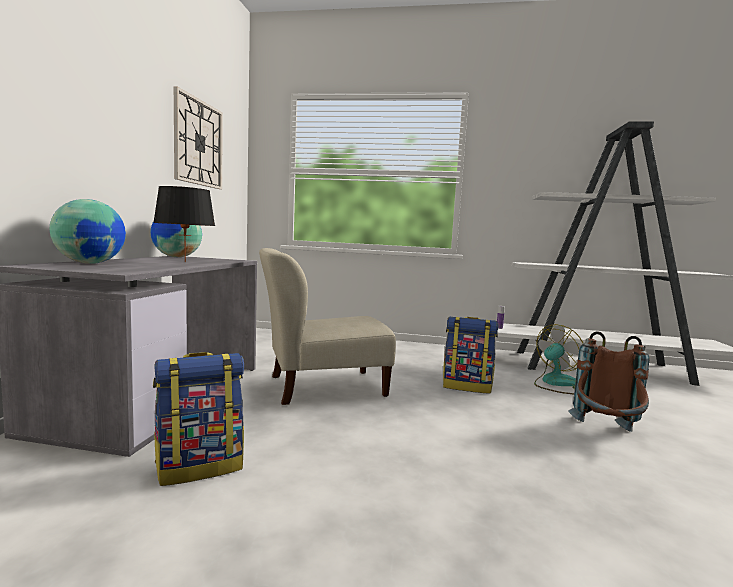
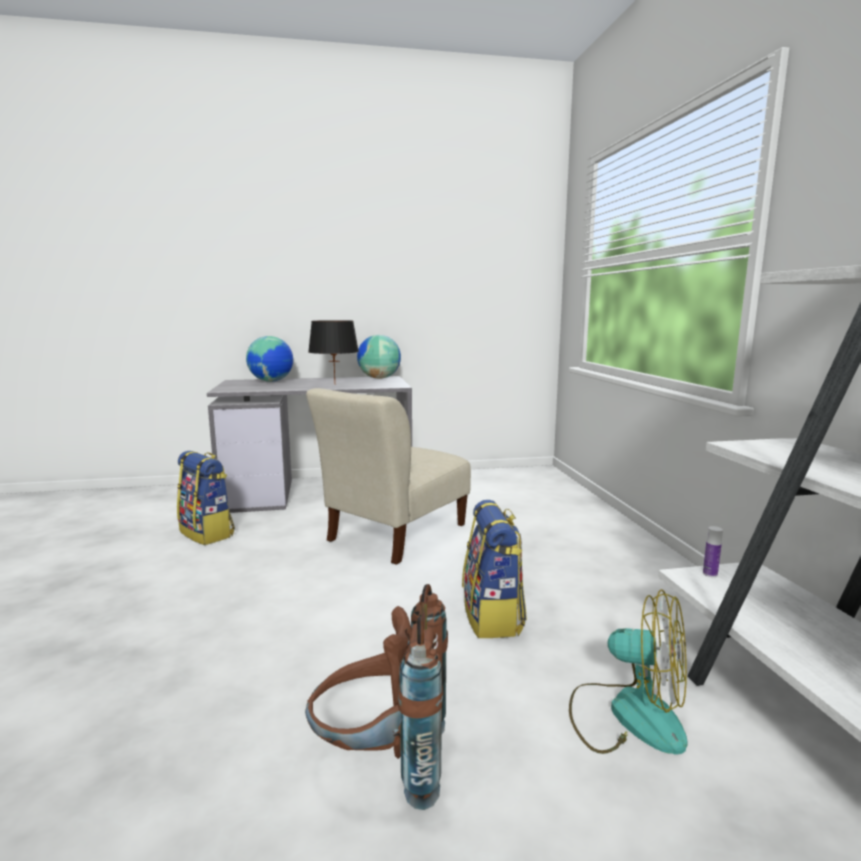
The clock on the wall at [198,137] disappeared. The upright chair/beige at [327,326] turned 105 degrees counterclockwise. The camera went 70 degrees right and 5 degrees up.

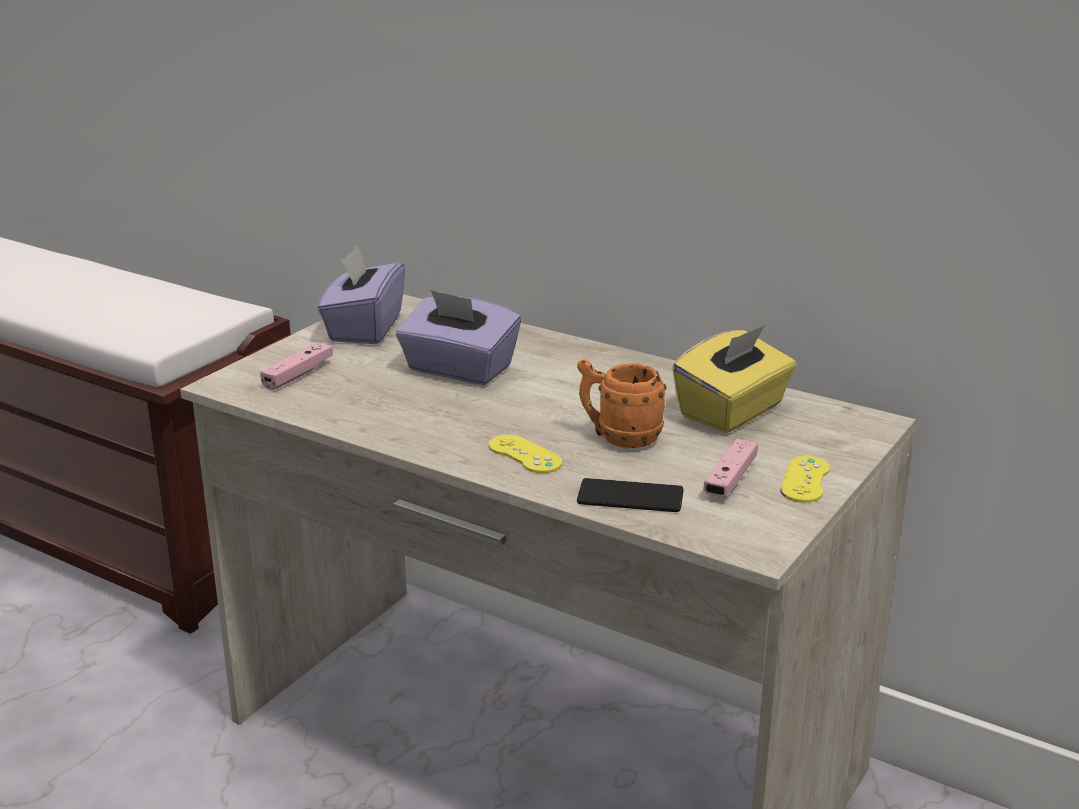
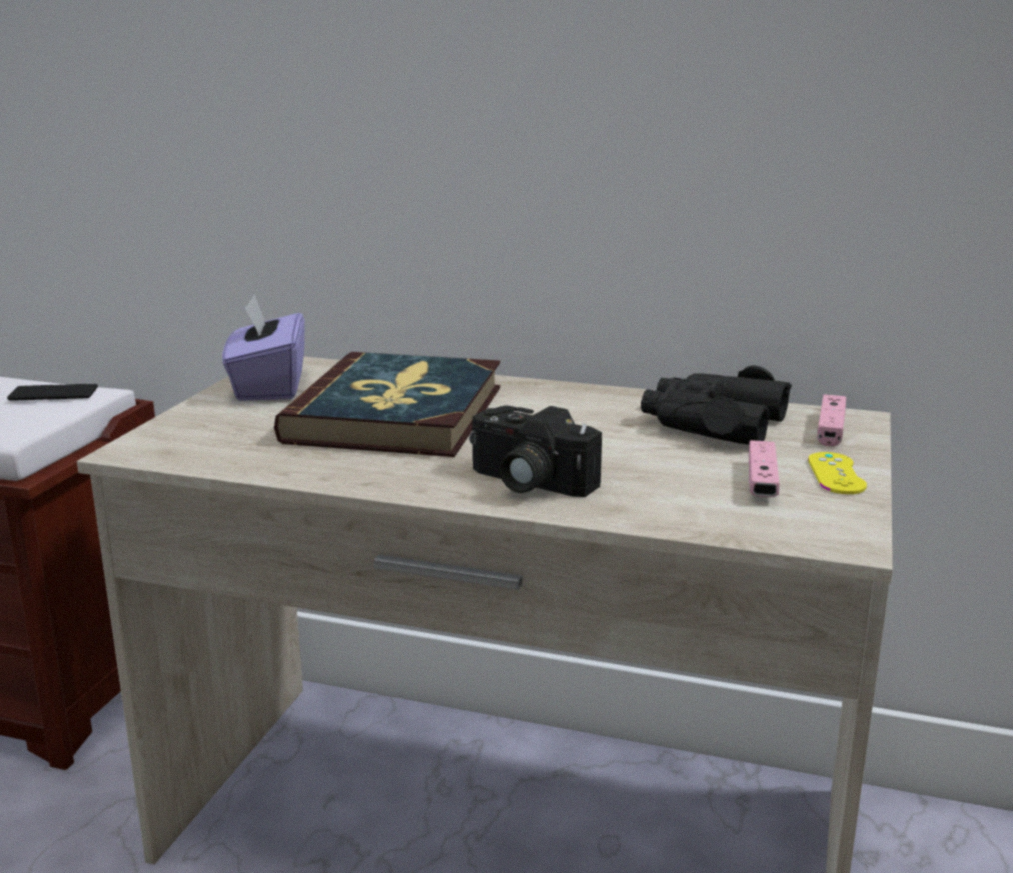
The tissue box/purple at [458,337] was replaced by the volume at [387,404]. The tissue box/yellow-coloured at [734,379] was replaced by the binoculars/black at [716,405]. The gamepad/pinkish moved from [296,366] to [831,420]. The mug/orange at [622,403] disappeared. The gamepad/yellow-coloured at [526,454] was replaced by the photo camera at [535,451]. The handset moved from [630,495] to [52,392]. The camera went 15 degrees left and 5 degrees down.

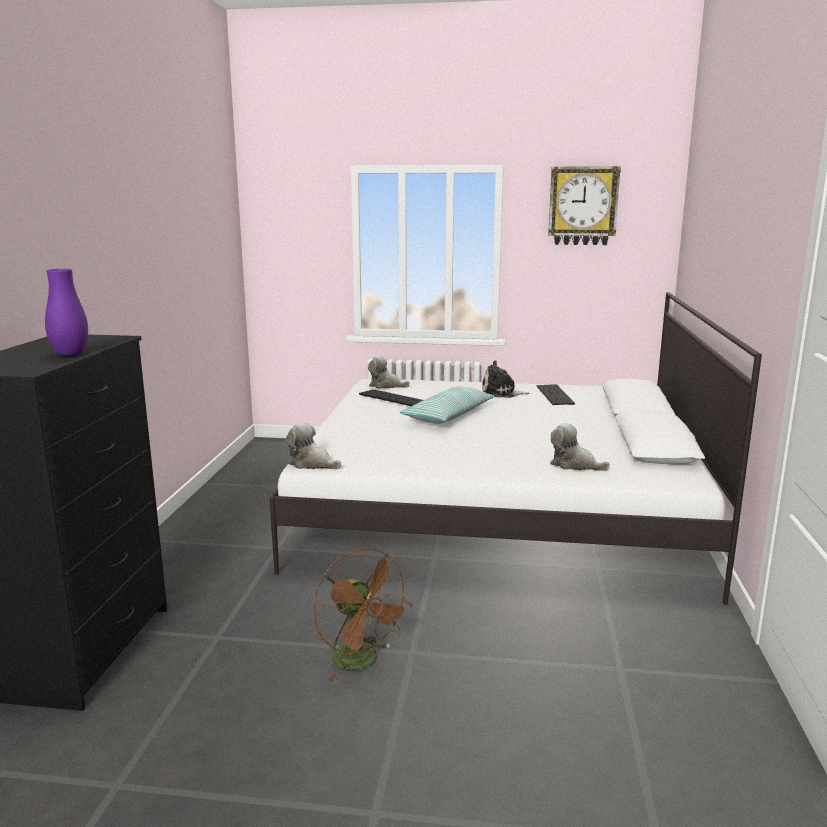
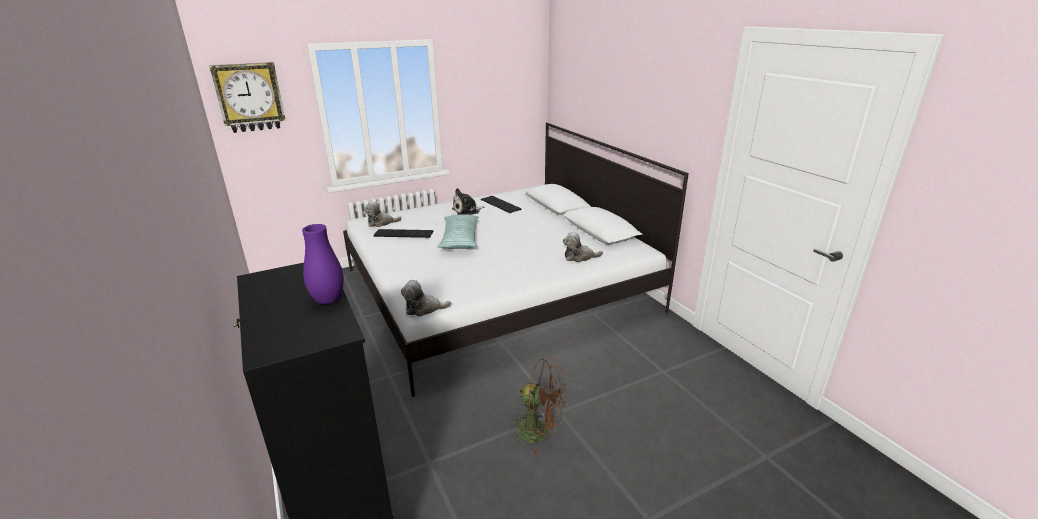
The clock on the wall moved from [584,205] to [247,97]. The camera went 35 degrees left and 10 degrees up.

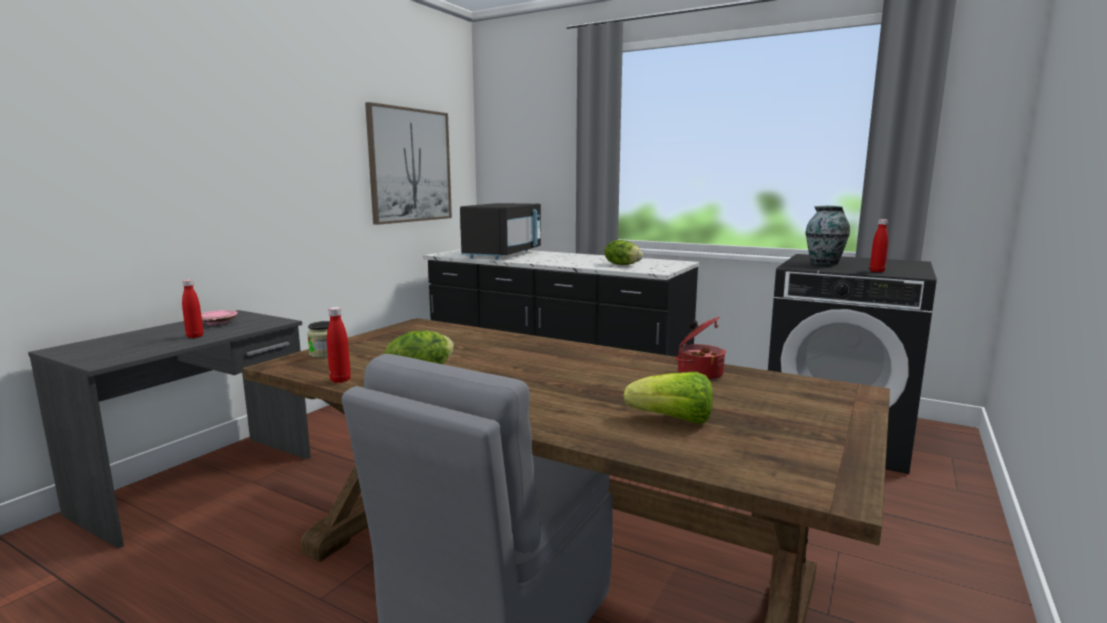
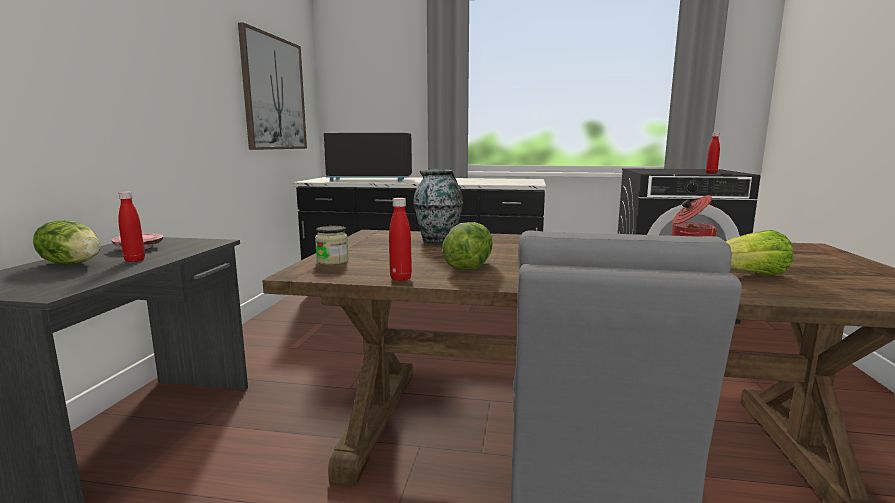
The microwave/black at [500,231] turned 90 degrees counterclockwise. The decorative vase moved from [827,235] to [438,206]. The lettuce head moved from [623,252] to [66,242]. The camera went 20 degrees left and 0 degrees up.

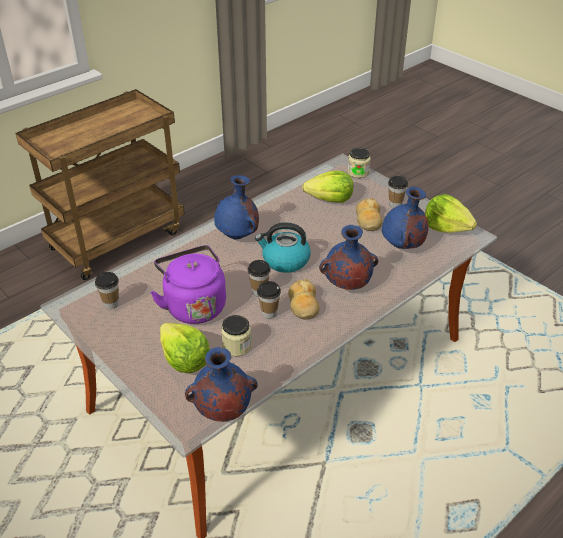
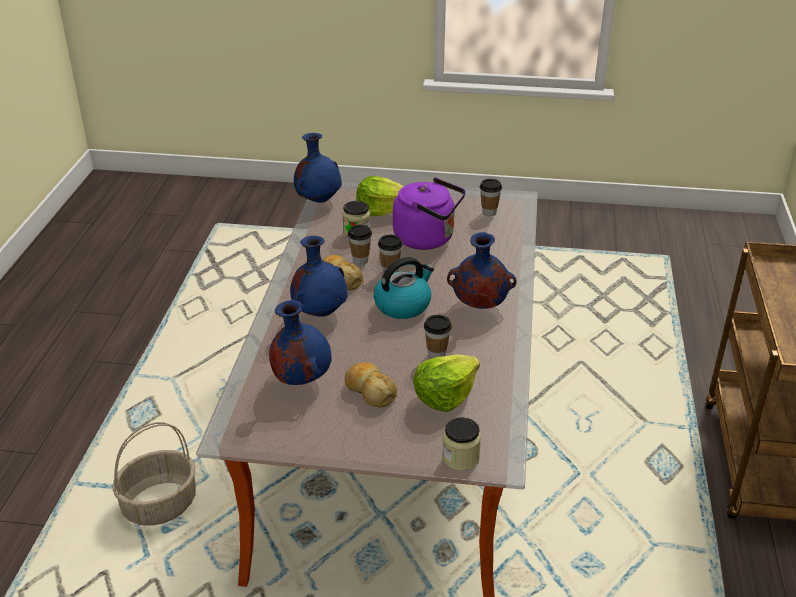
The drinking cup moved from [398,192] to [438,337]. The lettuce head at [451,213] disappeared. The basket at [154,474] appeared. The camera went 140 degrees right and 5 degrees down.

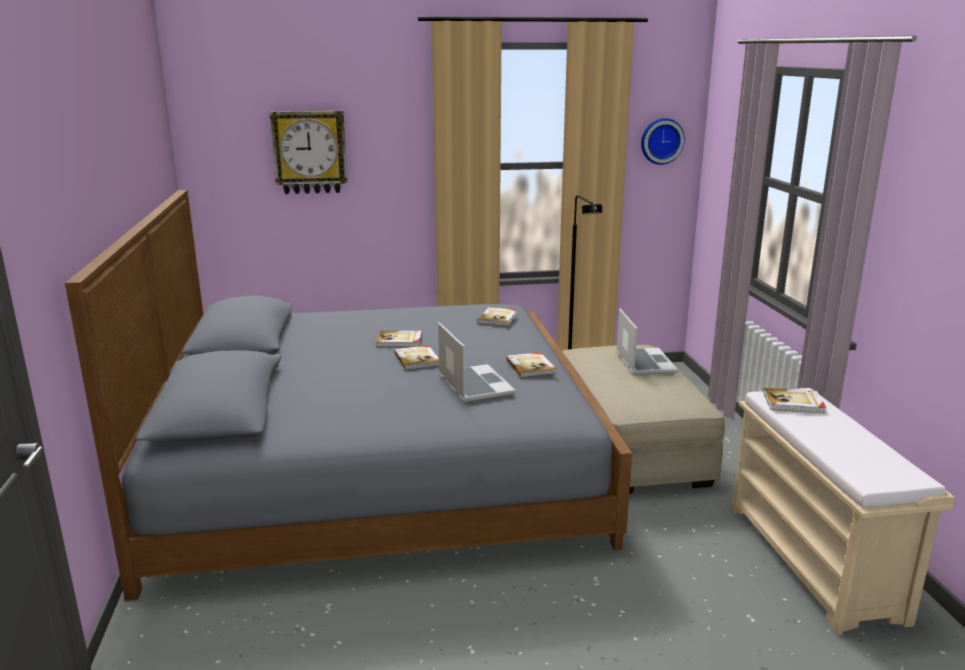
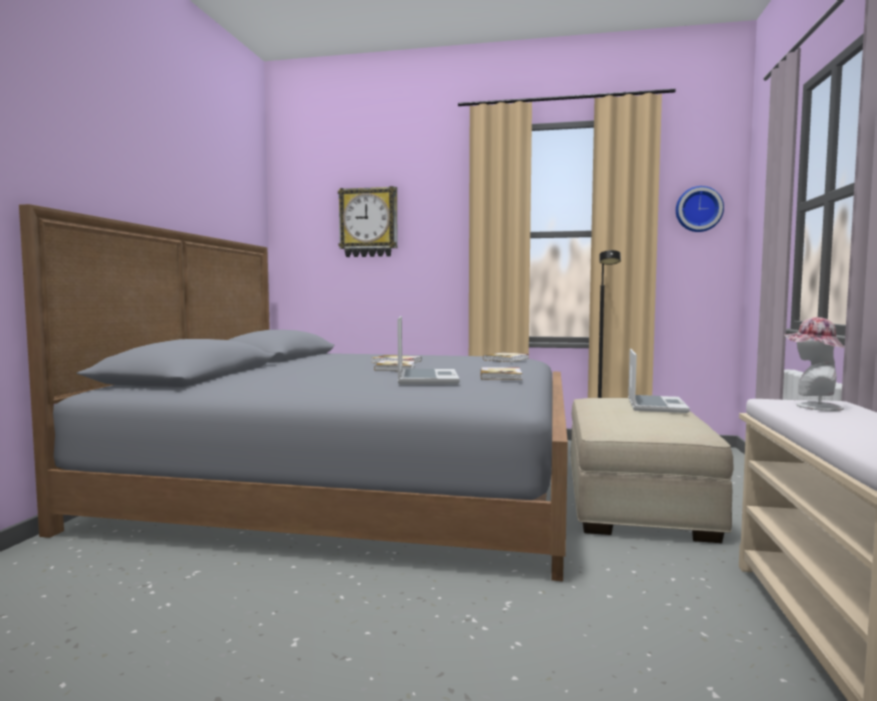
The volume at [795,400] was replaced by the wearable hat at [814,364]. The camera went 20 degrees right and 15 degrees down.

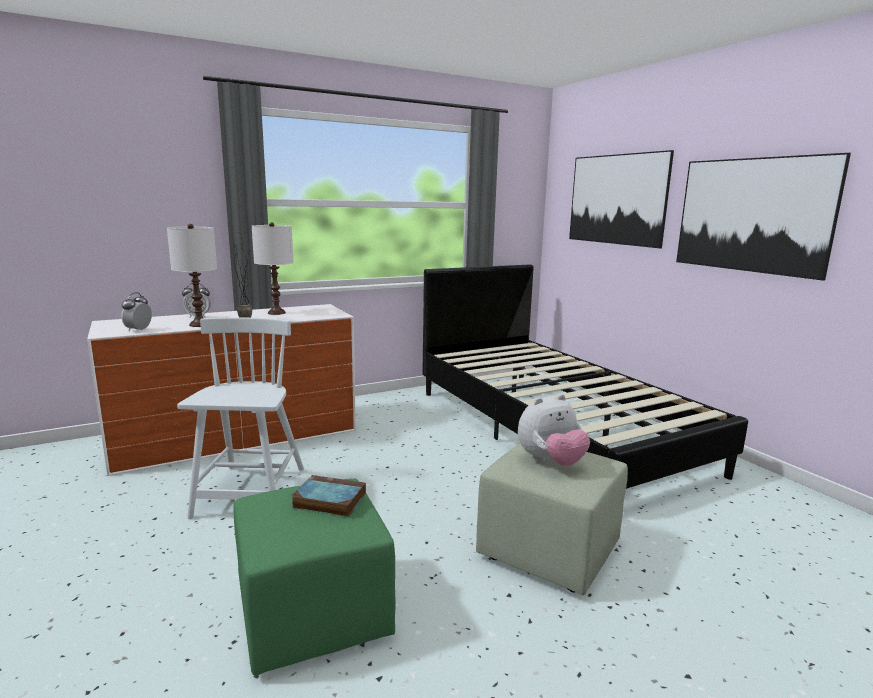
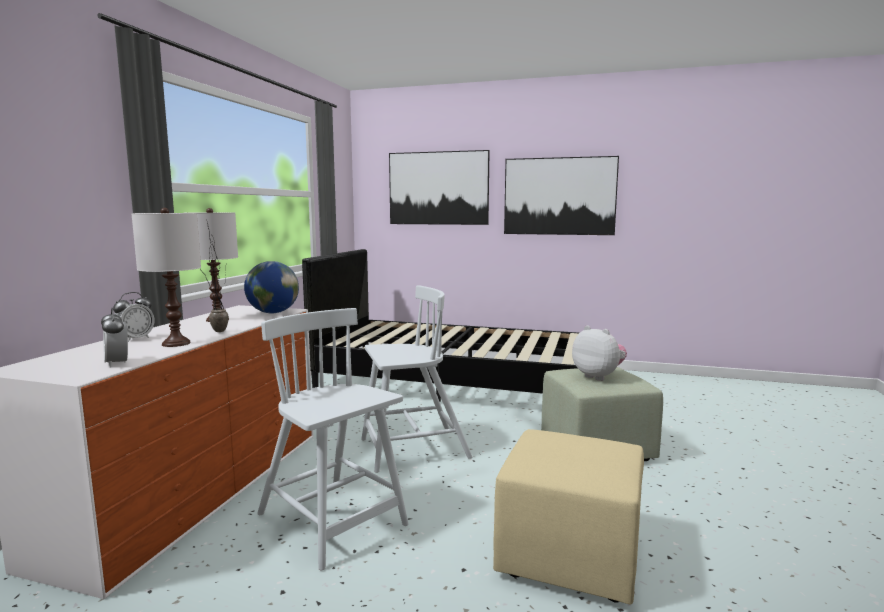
The cuddly toy at [554,430] turned 60 degrees counterclockwise. The volume at [329,496] disappeared. The ottoman/green-coloured at [315,576] became the ottoman/beige at [568,516]. The desk globe at [271,287] appeared. The upright chair/white at [416,379] appeared. The camera went 45 degrees left and 5 degrees down.

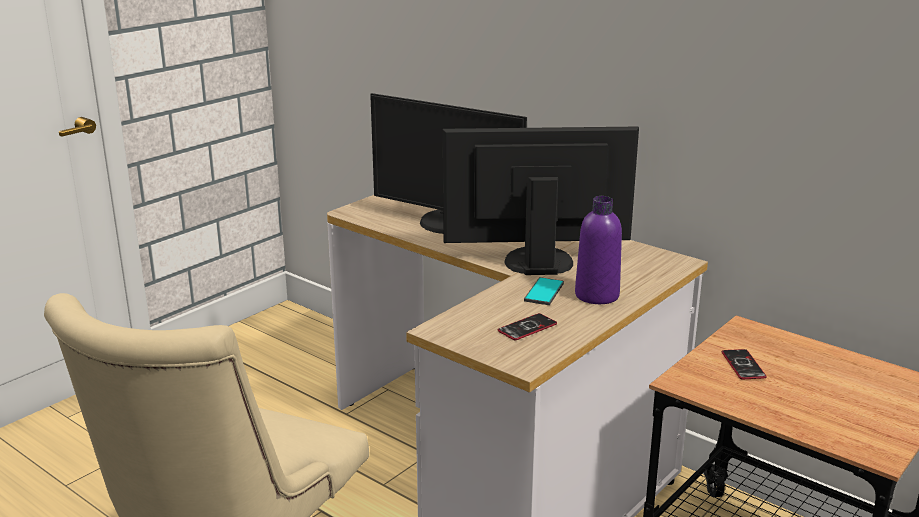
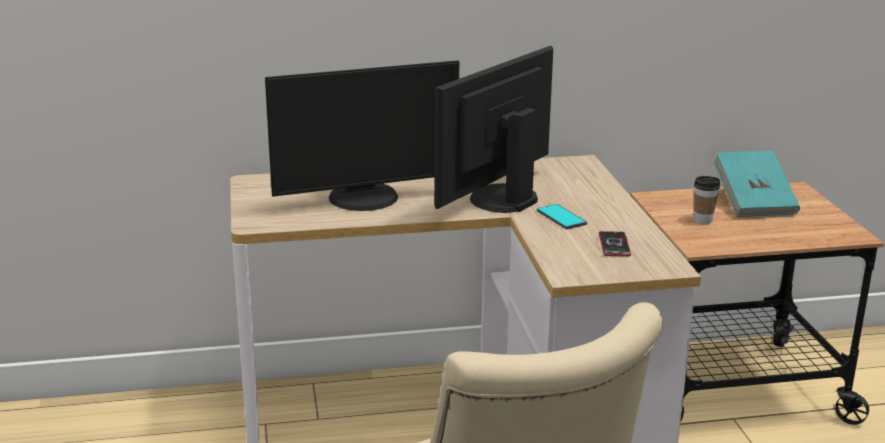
The beverage bottle/purple at [598,250] disappeared. The handset at [744,364] was replaced by the drinking cup at [707,200]. The volume/turquoise at [757,183] appeared. The camera went 50 degrees left and 0 degrees up.

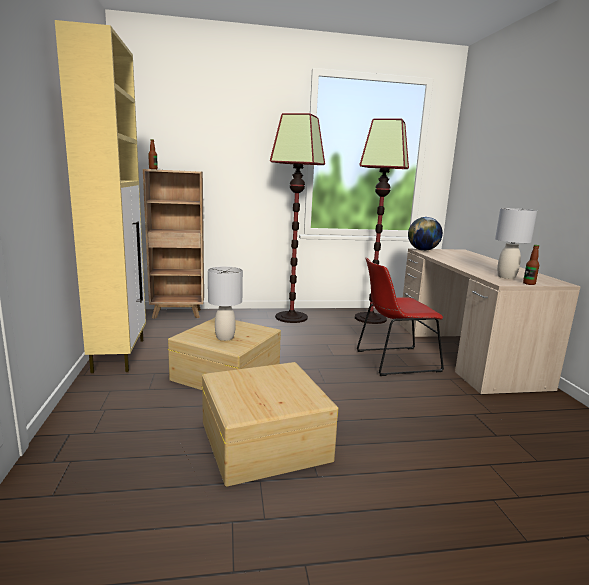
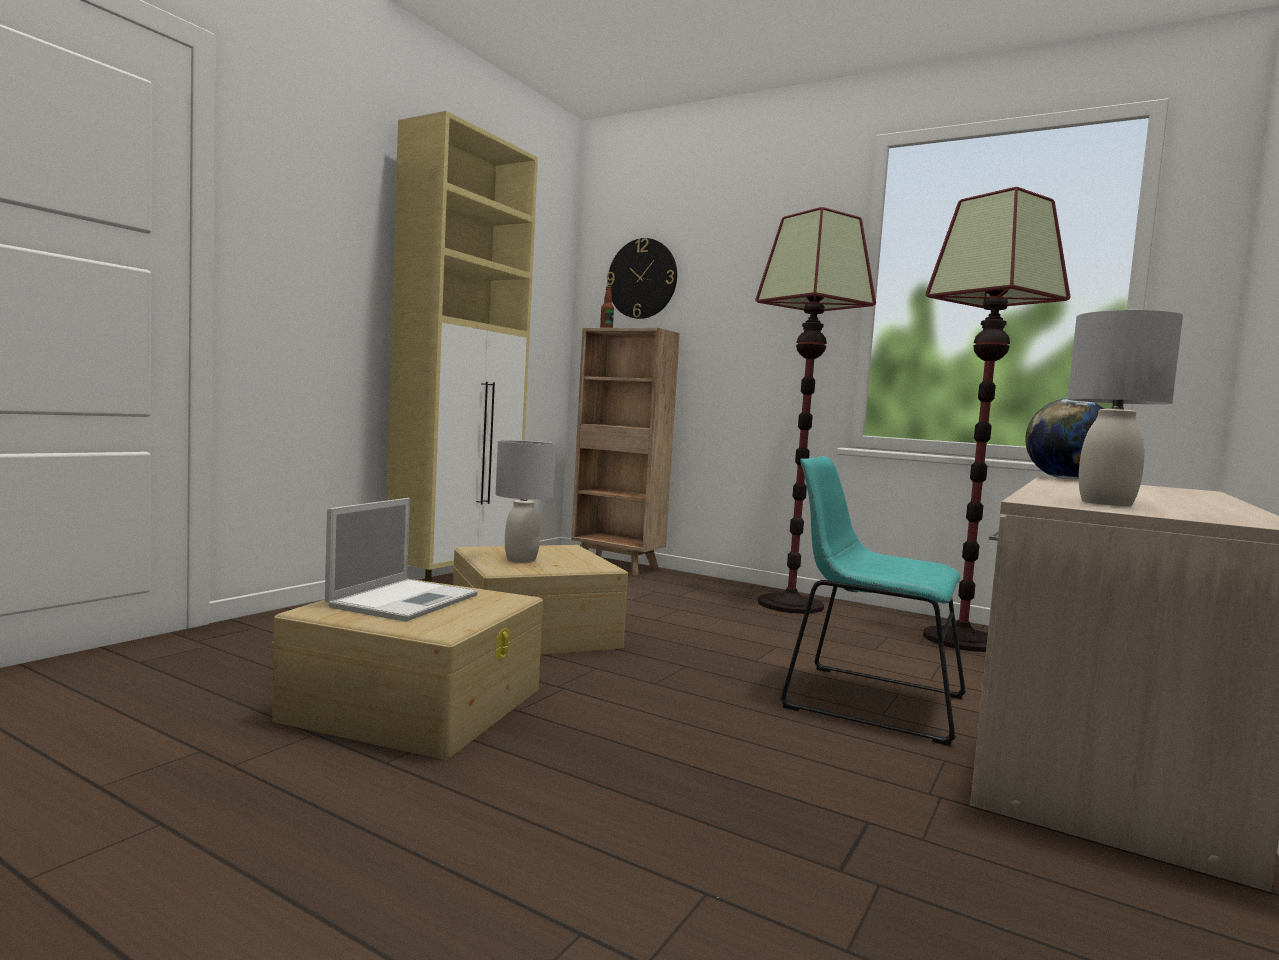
The beverage bottle at [531,265] disappeared. The upright chair/red-coloured at [400,317] became the upright chair/turquoise at [873,601]. The clock on the wall at [642,278] appeared. The laptop at [401,560] appeared. The camera went 40 degrees right and 10 degrees down.

